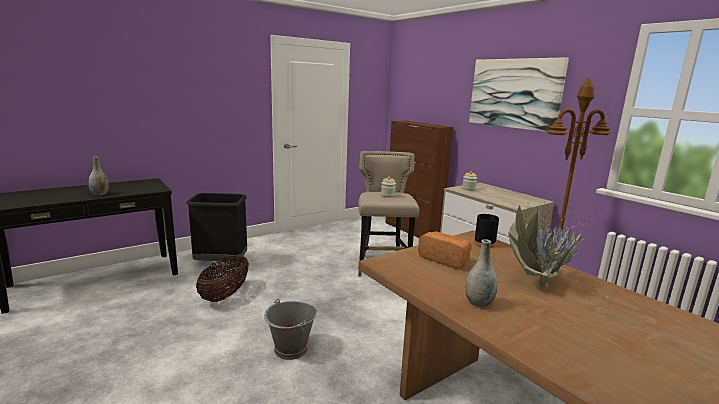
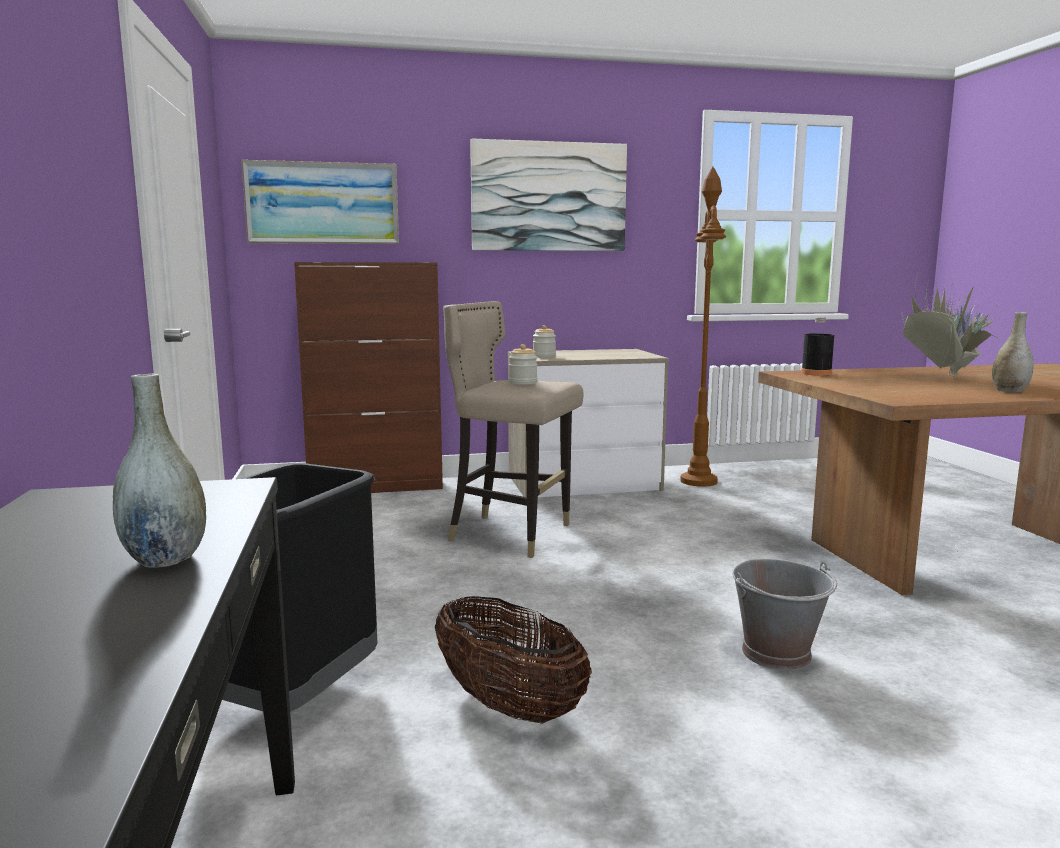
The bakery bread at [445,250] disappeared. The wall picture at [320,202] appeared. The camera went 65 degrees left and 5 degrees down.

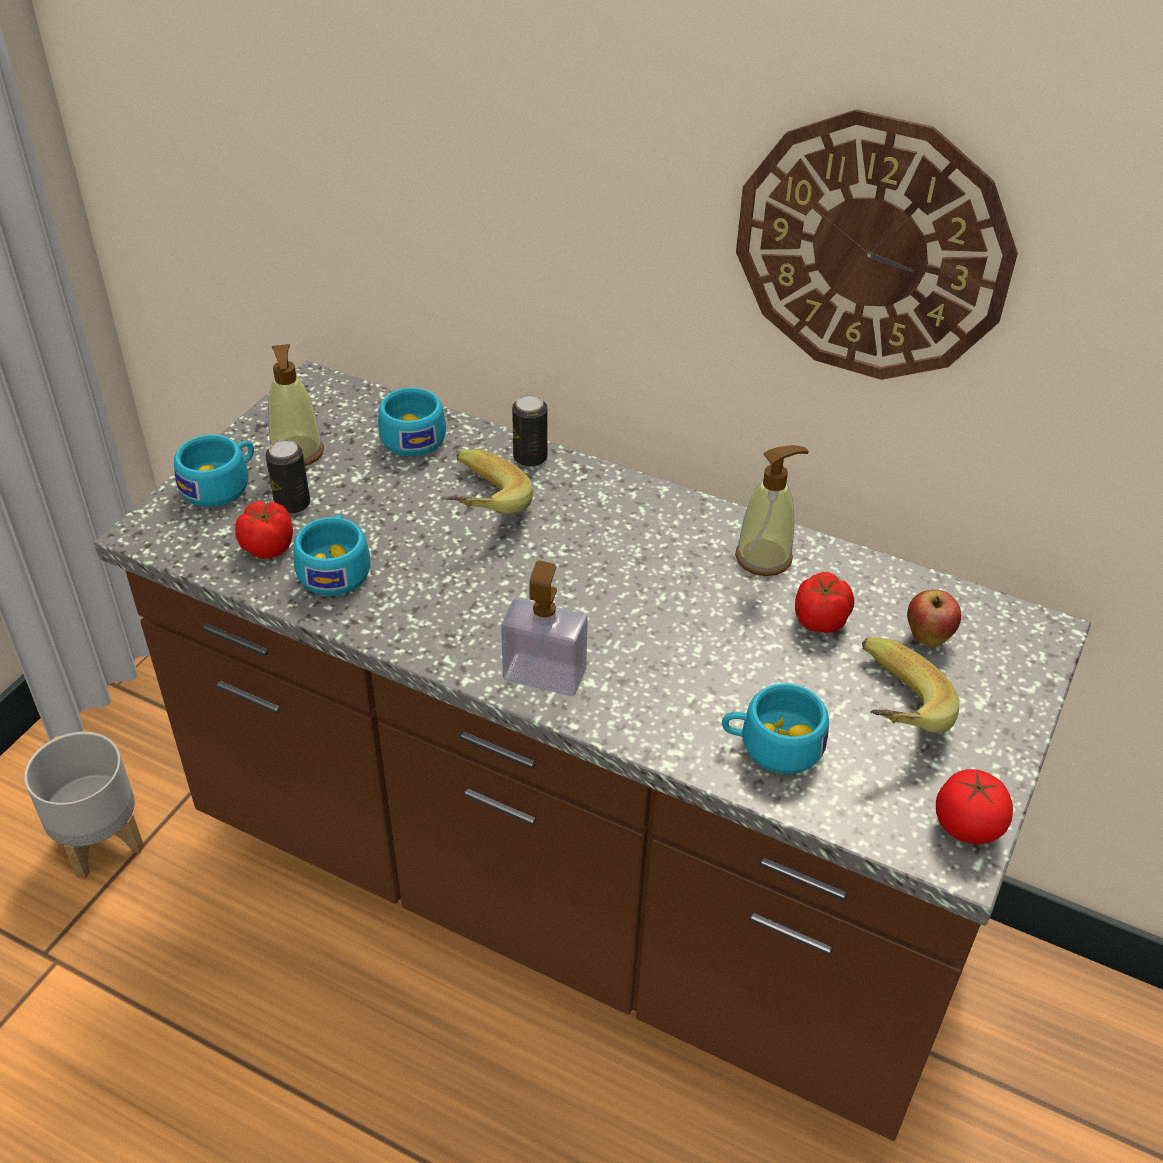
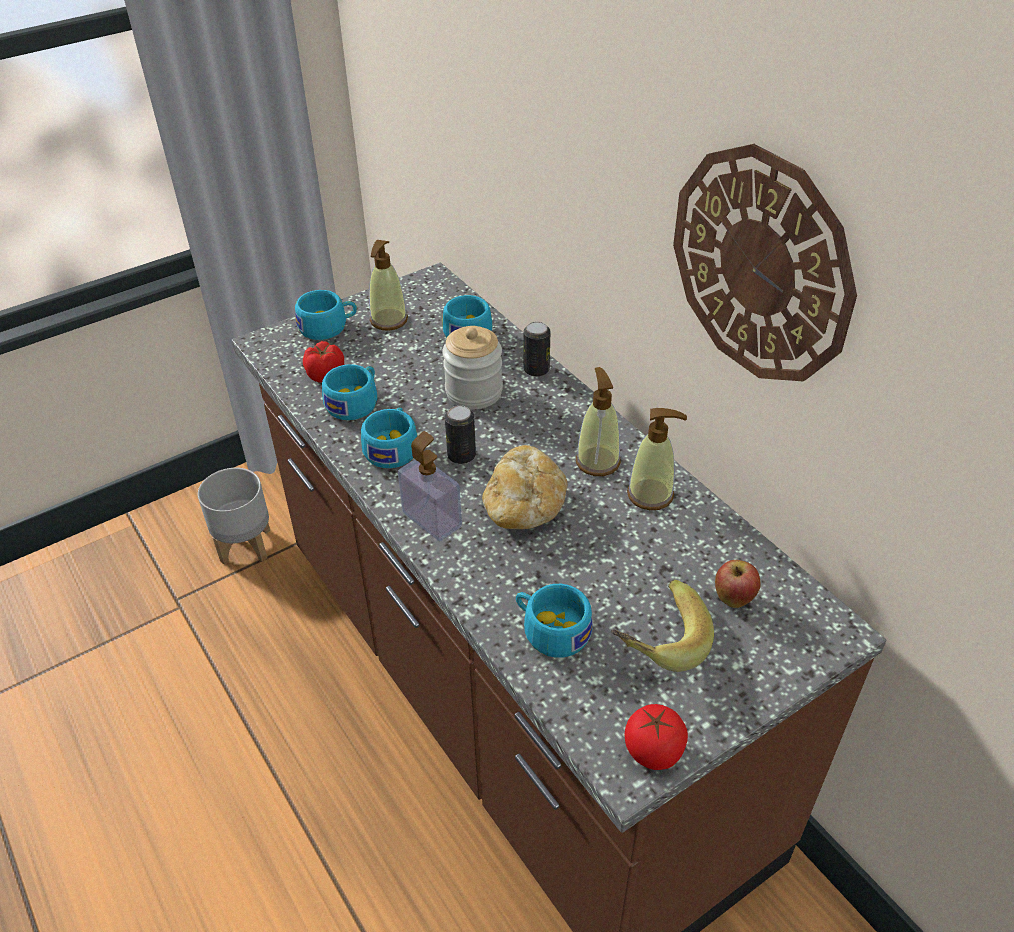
The sealed can moved from [287,477] to [460,434]. The banana at [490,481] was replaced by the preserve jar at [472,367]. The whole tomato at [824,602] disappeared. The soap dispenser at [598,421] appeared. The drinking cup/turquoise at [389,437] appeared. The bakery bread at [524,487] appeared. The camera went 30 degrees right and 0 degrees up.

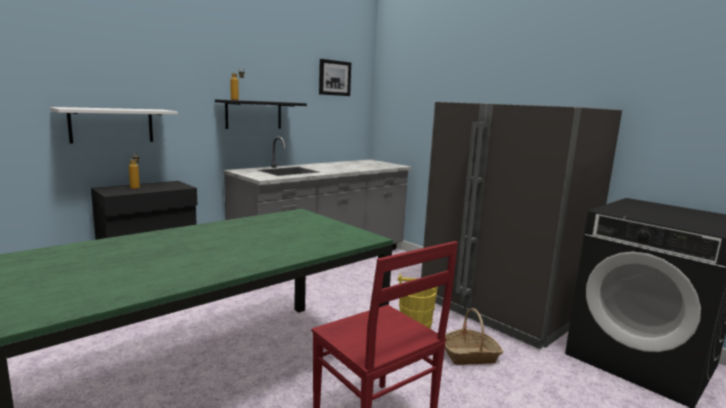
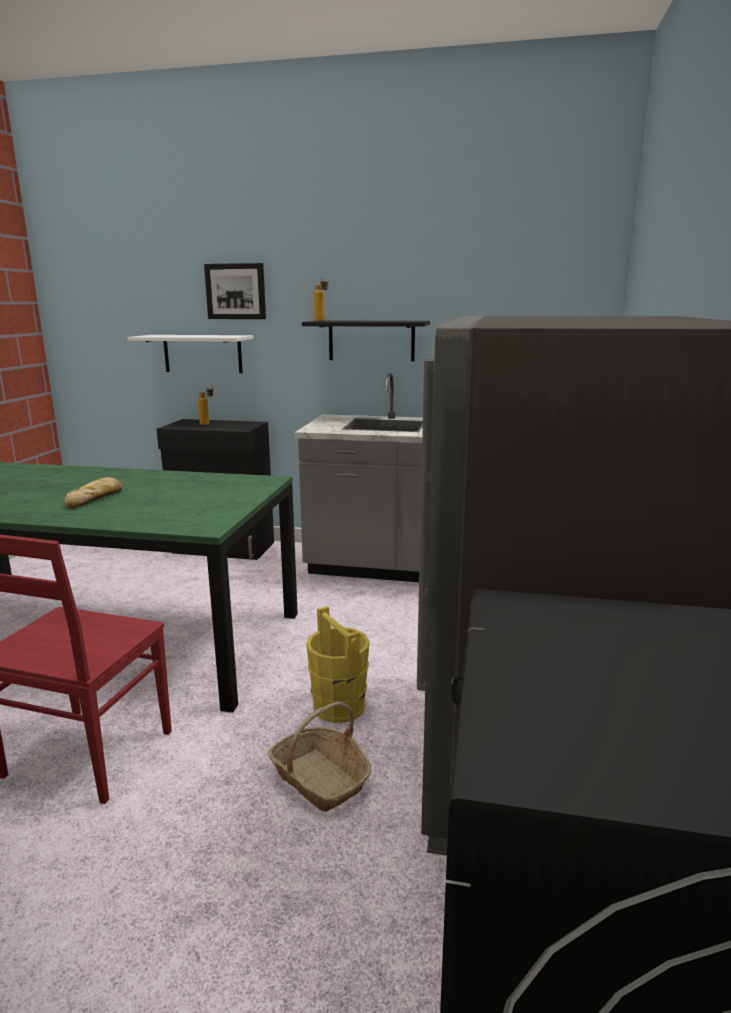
The wall picture moved from [335,77] to [235,291]. The bakery bread at [93,493] appeared. The camera went 55 degrees right and 5 degrees up.

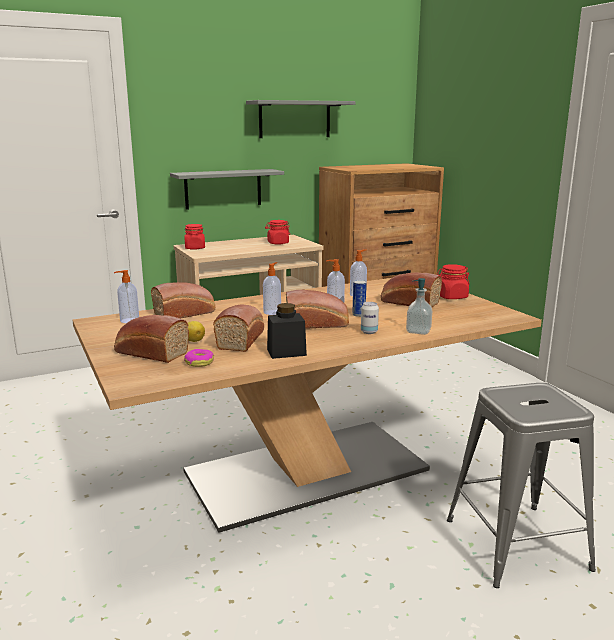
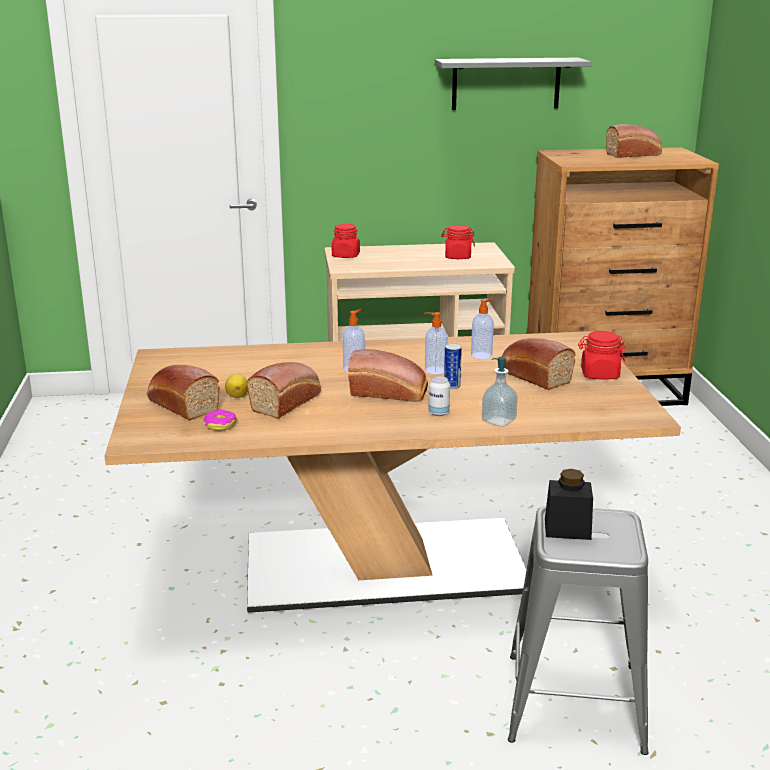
The shelf/gray at [227,189] disappeared. The soap dispenser at [126,296] disappeared. The bakery bread moved from [183,300] to [634,141]. The preserve jar/black moved from [287,331] to [569,504]. The camera went 20 degrees right and 5 degrees up.

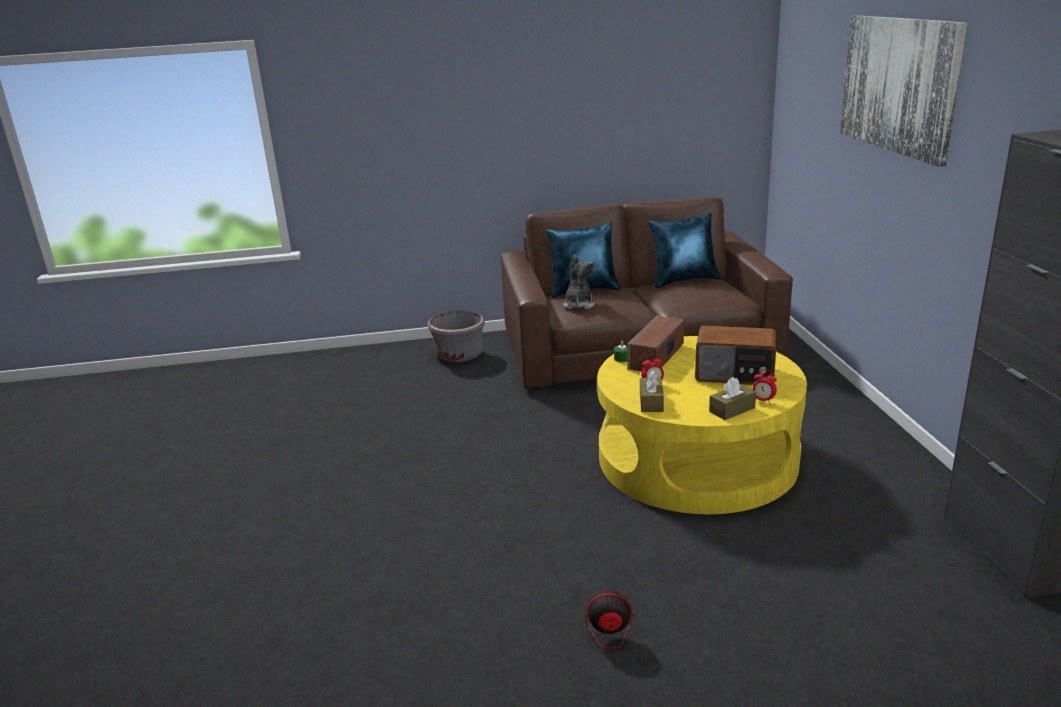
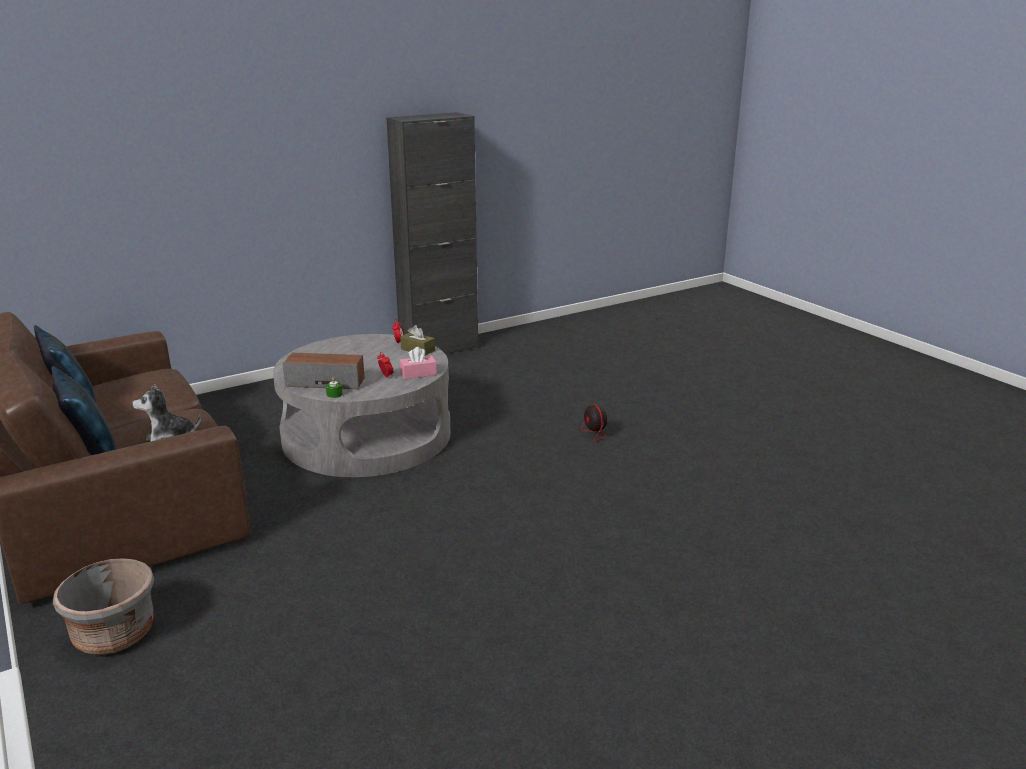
The wall picture at [903,91] disappeared. The radio receiver at [735,355] disappeared. The low table/yellow-coloured at [702,425] became the low table/gray at [362,405]. The tissue box/brownish at [652,391] became the tissue box/pinkish at [418,363]. The camera went 115 degrees left and 0 degrees up.

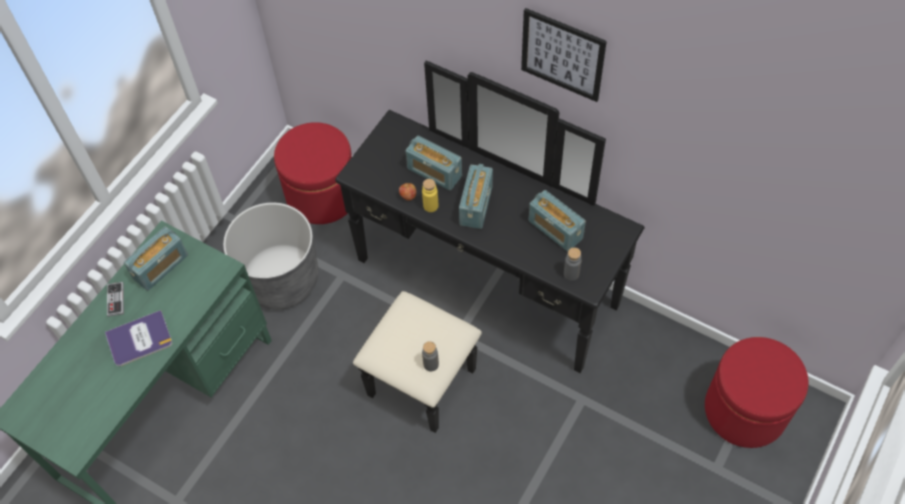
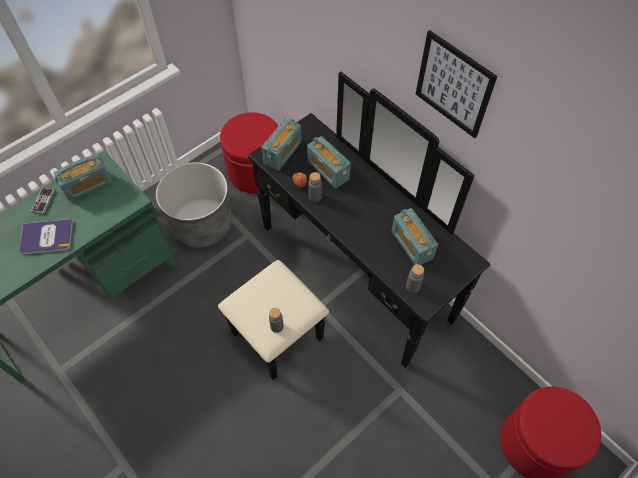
The radio receiver moved from [476,196] to [281,144]. The beverage bottle/yellow-coloured at [430,195] became the beverage bottle/gray at [315,187]. The camera went 15 degrees right and 0 degrees up.

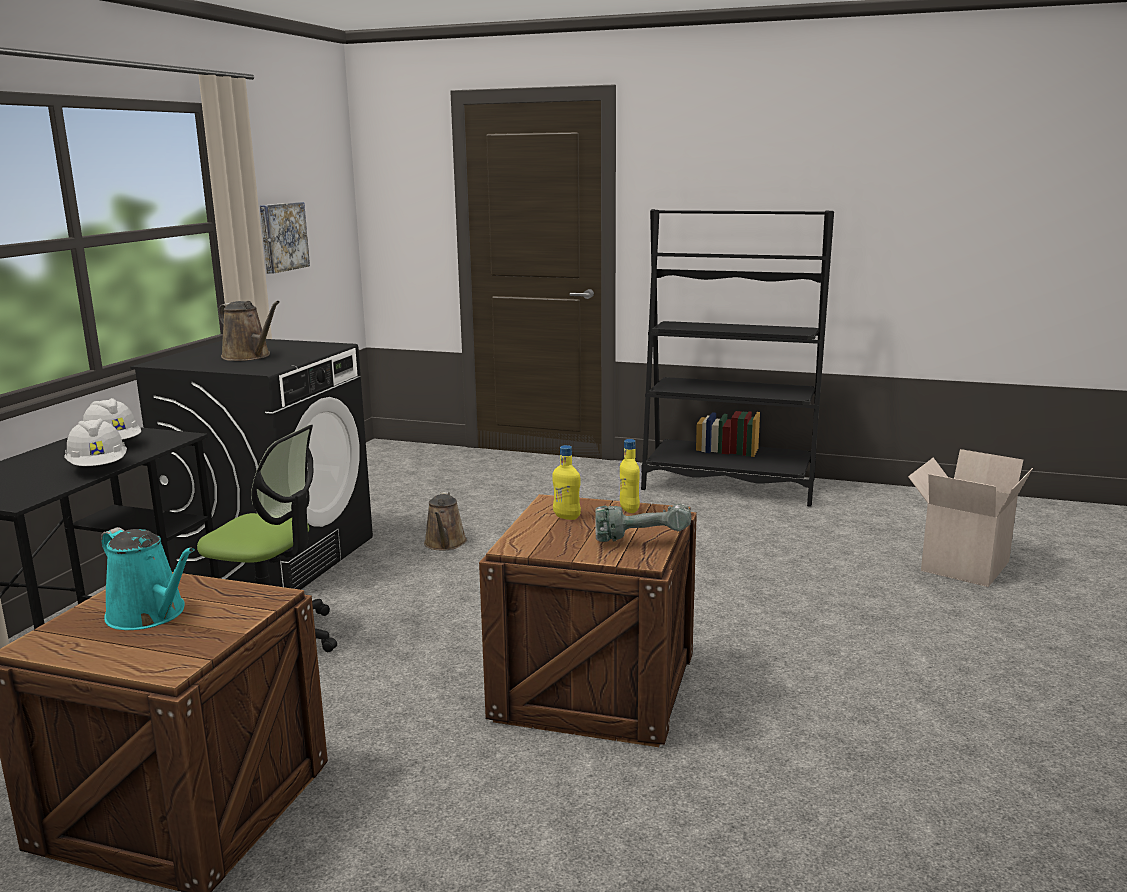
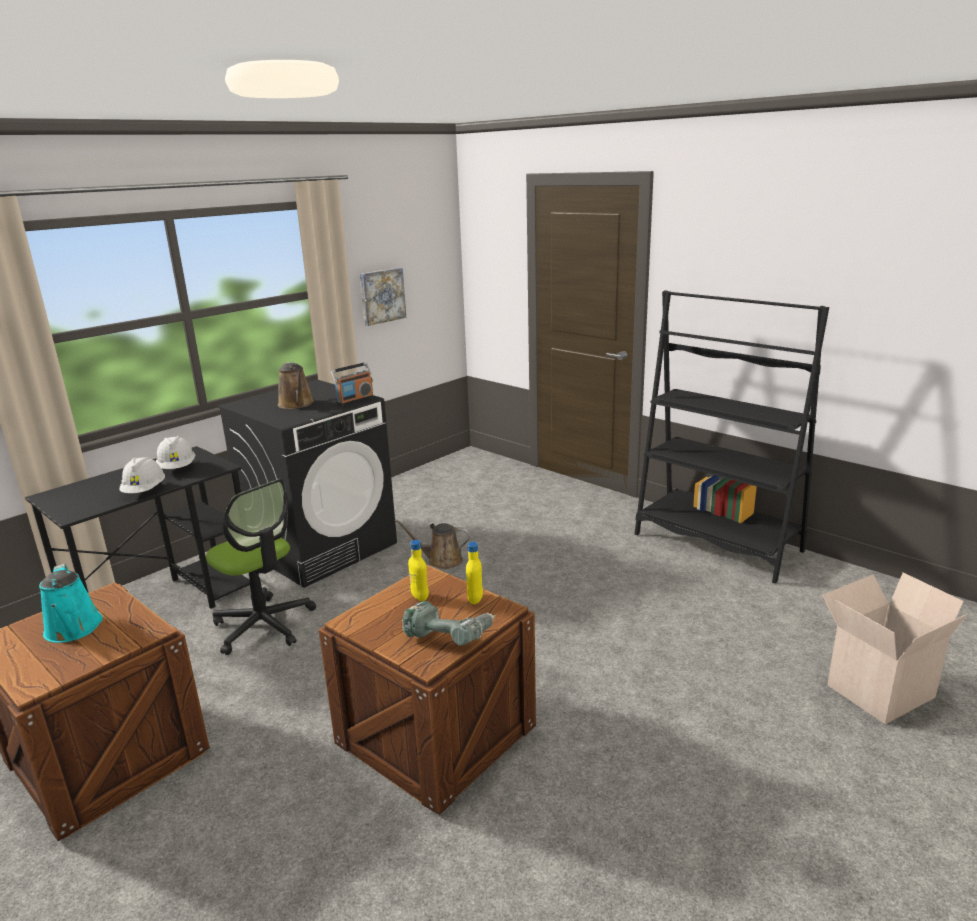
The sprinkling can/brownish at [445,520] turned 75 degrees clockwise. The radio receiver at [352,383] appeared. The camera went 25 degrees right and 5 degrees up.

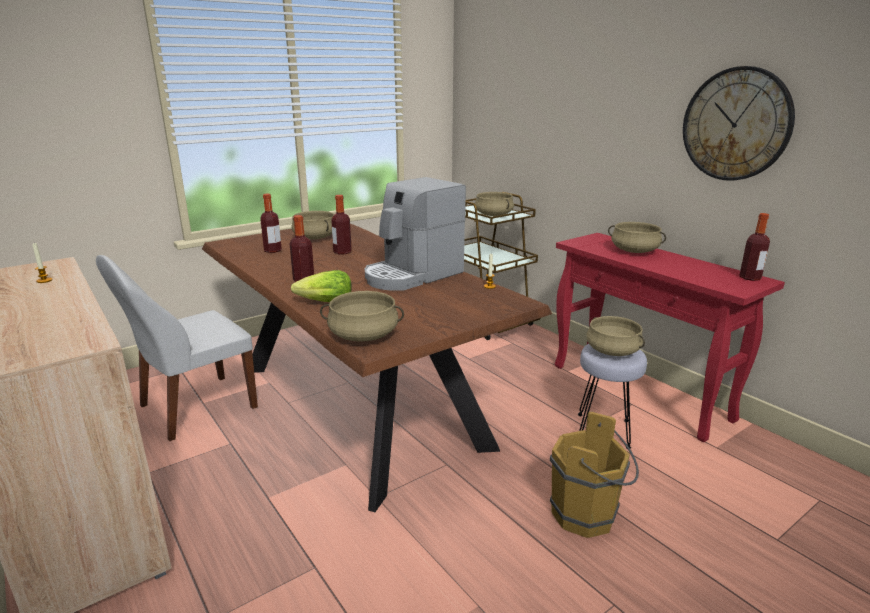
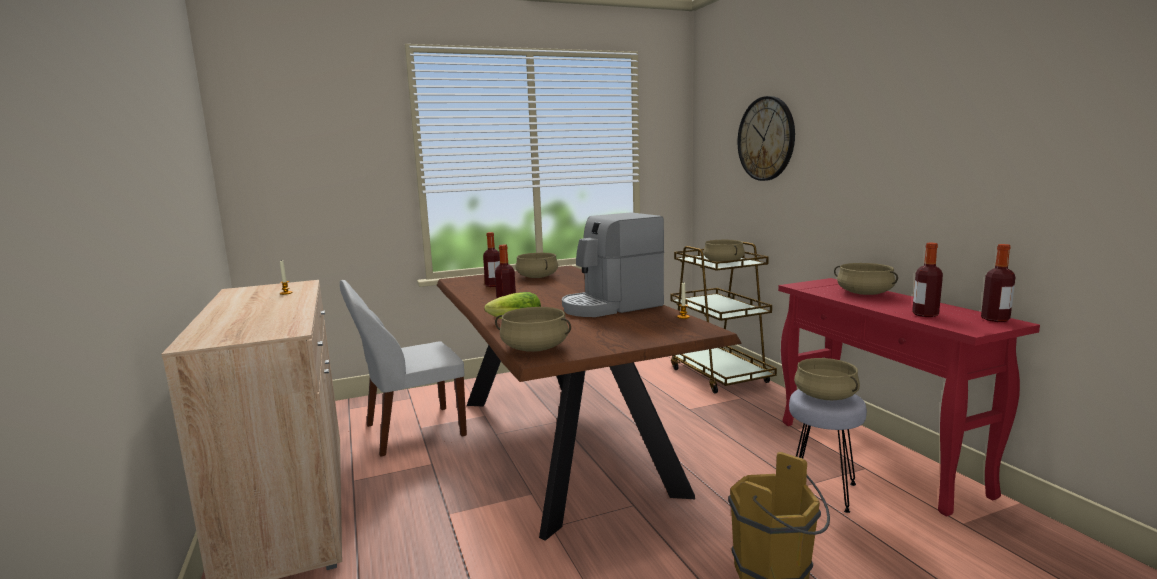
The clock on the wall moved from [739,123] to [766,138]. The beverage bottle moved from [341,224] to [927,280]. The camera went 15 degrees right and 10 degrees down.

